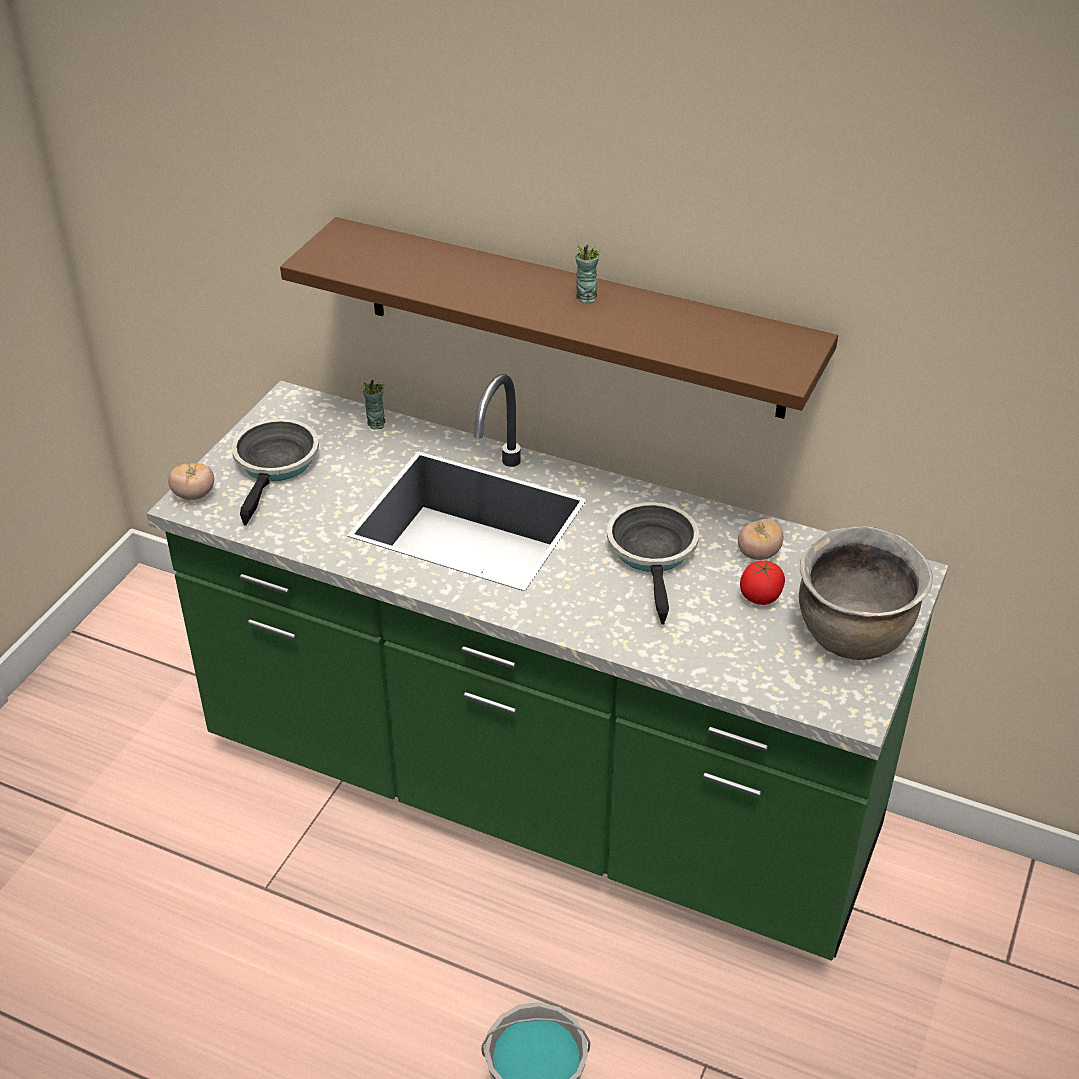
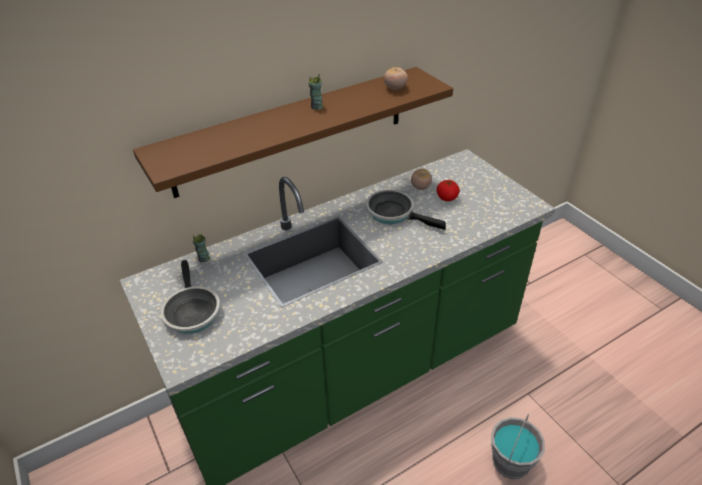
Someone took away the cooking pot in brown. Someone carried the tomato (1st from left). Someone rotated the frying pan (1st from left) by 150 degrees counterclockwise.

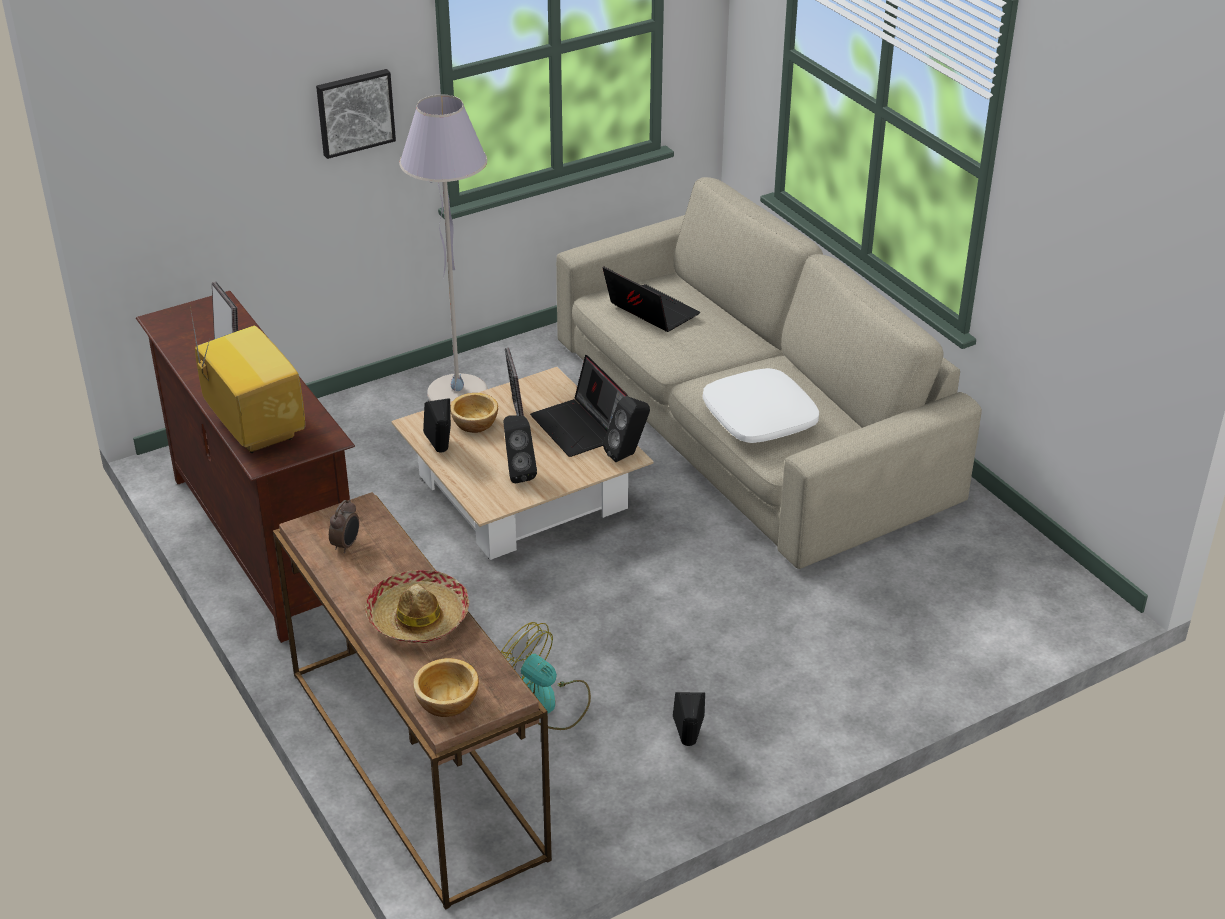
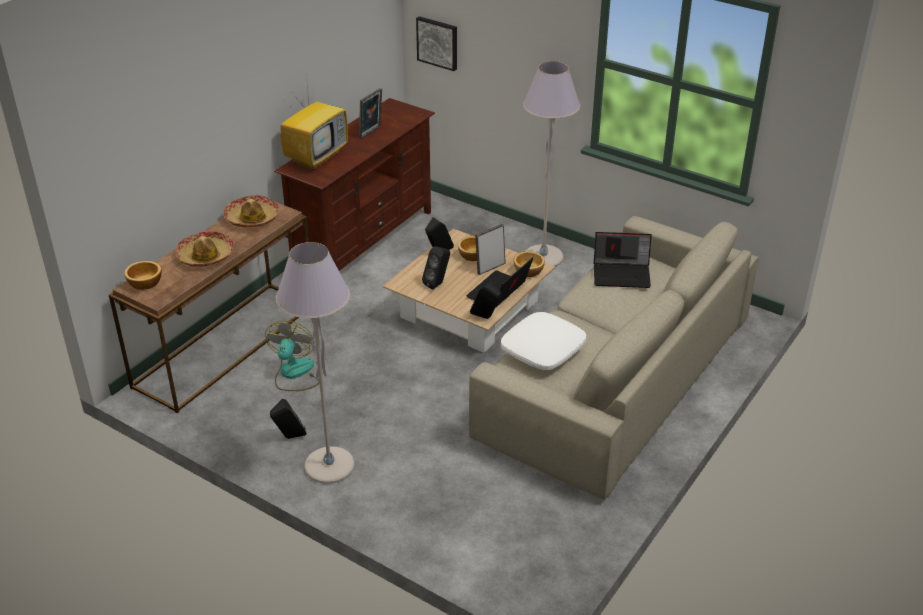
Someone put down the floor lamp in grey (1st from left). Someone put down the bowl (3rd from left). Someone carried the picture. Someone swapped the alarm clock for the hat (2nd from left). Someone rotated the laptop (2nd from left) by 75 degrees clockwise.

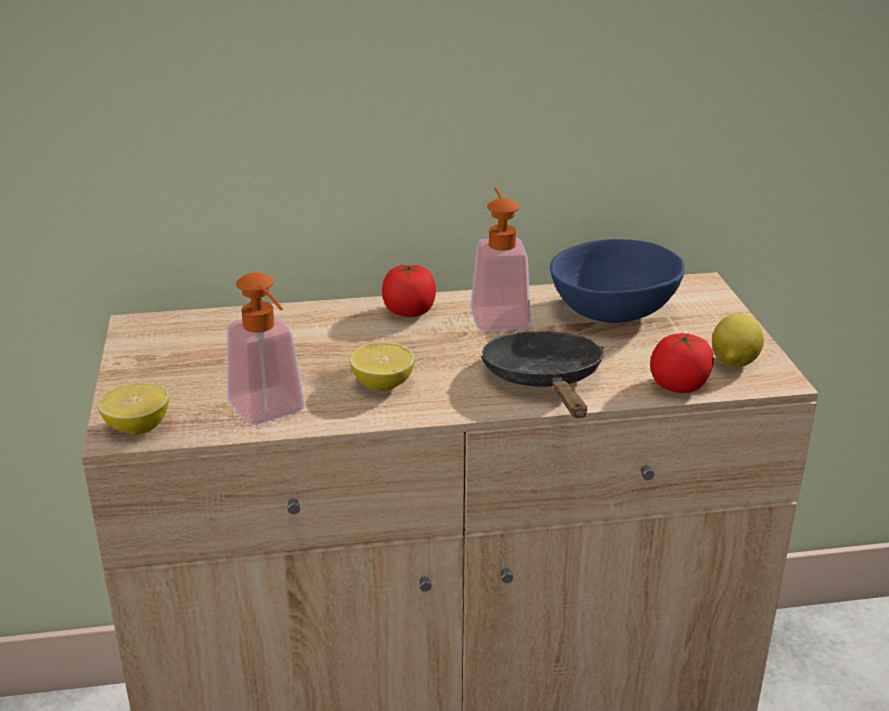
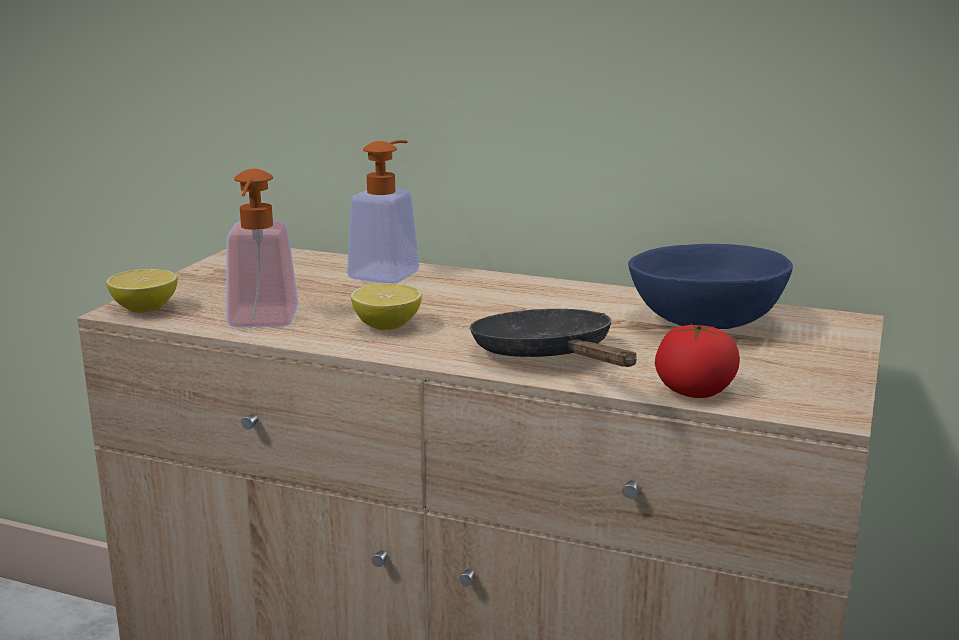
Someone took away the tomato (1st from left). Someone took away the lemon (3rd from left). Someone carried the soap dispenser (2nd from left). Someone rotated the frying pan in black by 45 degrees counterclockwise.

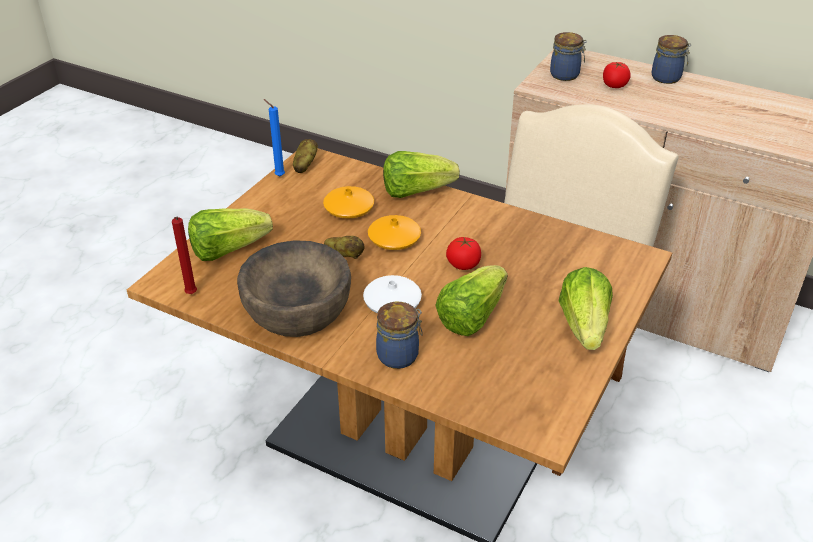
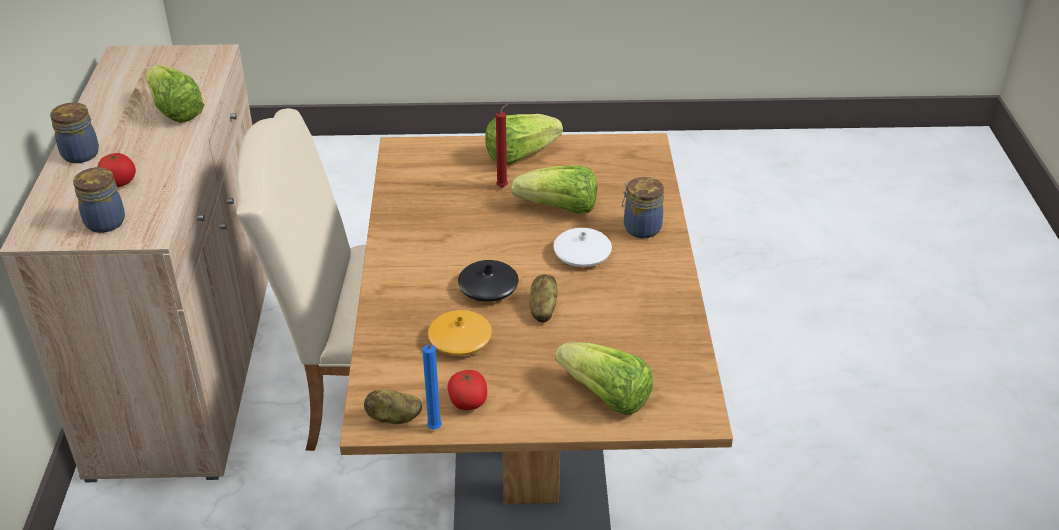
Someone took away the bowl in brown. Someone carried the candle in red. Someone carried the lettuce (2nd from left in the first image). Someone carried the tomato (1st from left in the first image). Someone repainted the vase in orange (2nd from left), which became the vase in black.

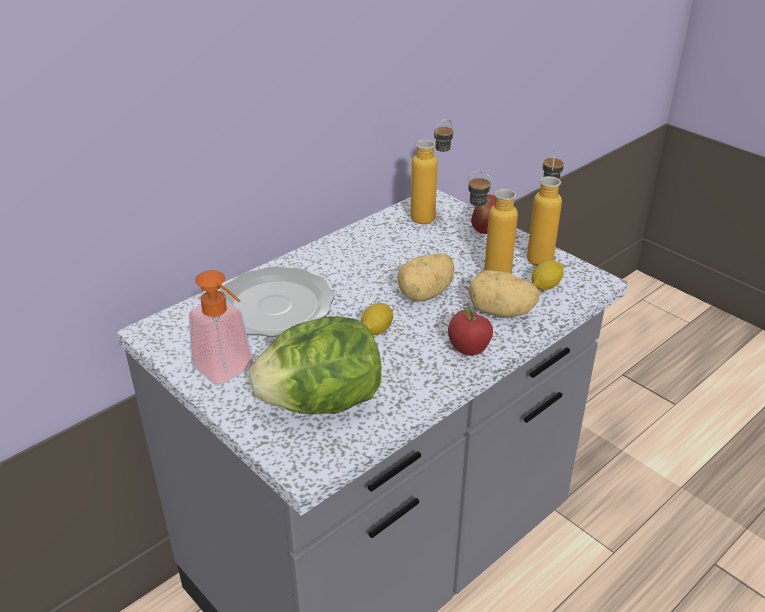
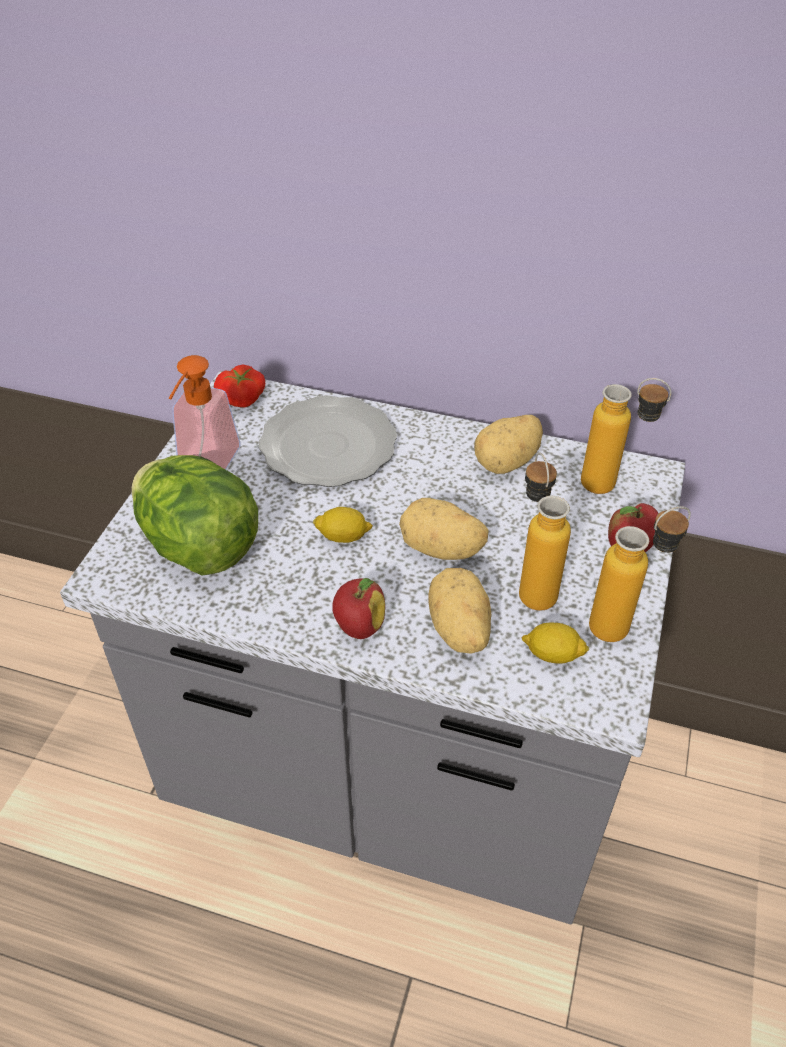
Someone put down the tomato. Someone put down the potato (3rd from left).

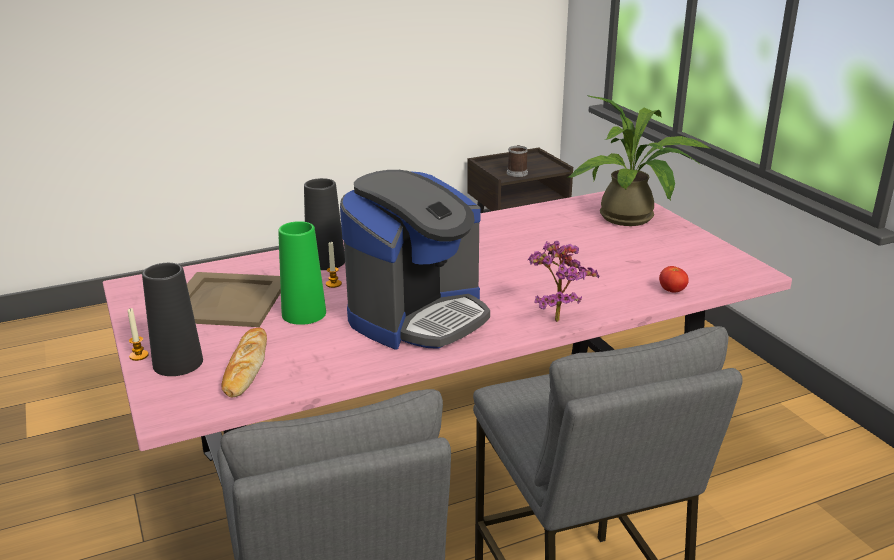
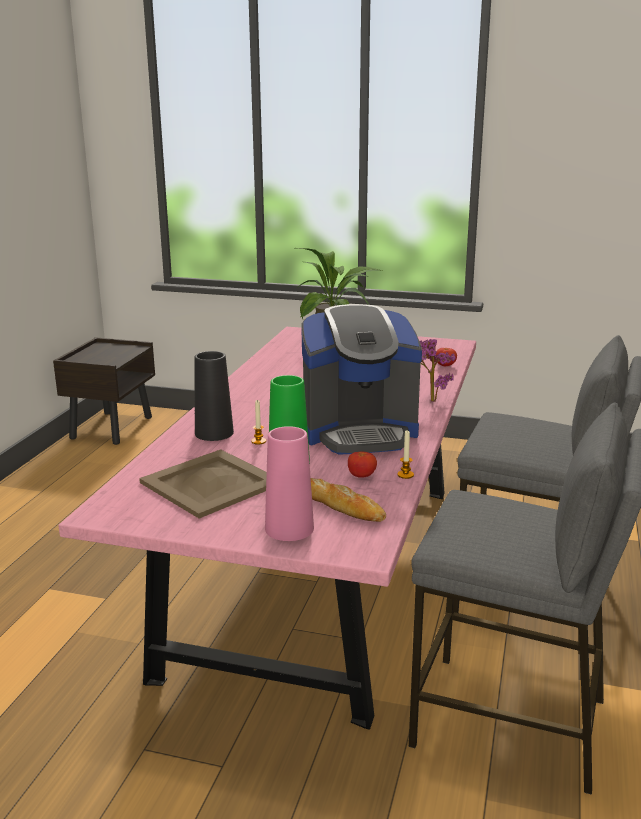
Someone took away the mug. Someone put down the tomato (1st from left). Someone carried the candle (1st from left in the first image). Someone repainted the vase in black (1st from left), which became the vase in pink. Someone rotated the coffee machine by 90 degrees clockwise.

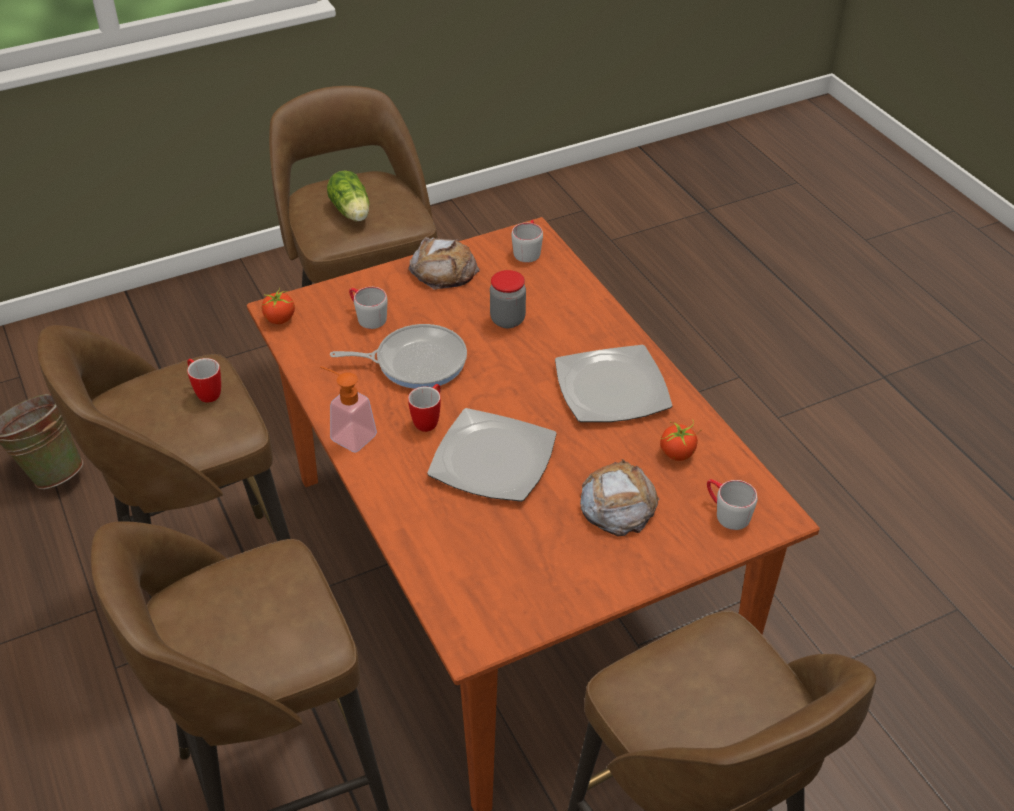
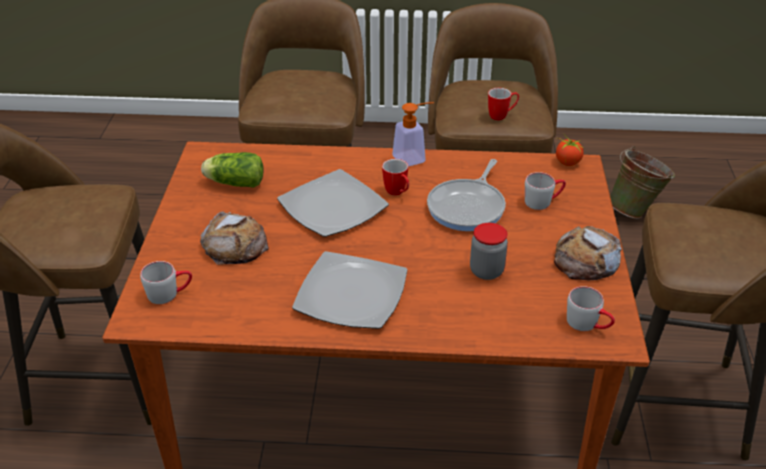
Someone took away the tomato (2nd from left). Someone carried the lettuce.

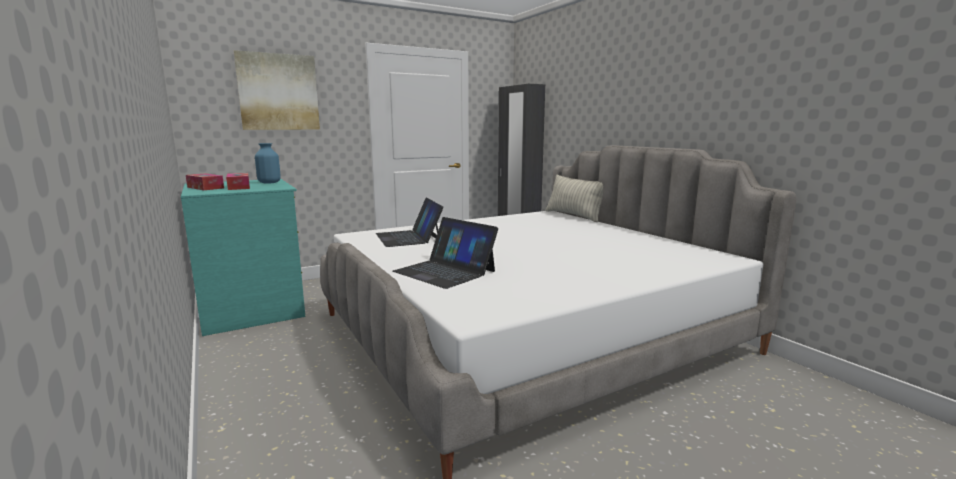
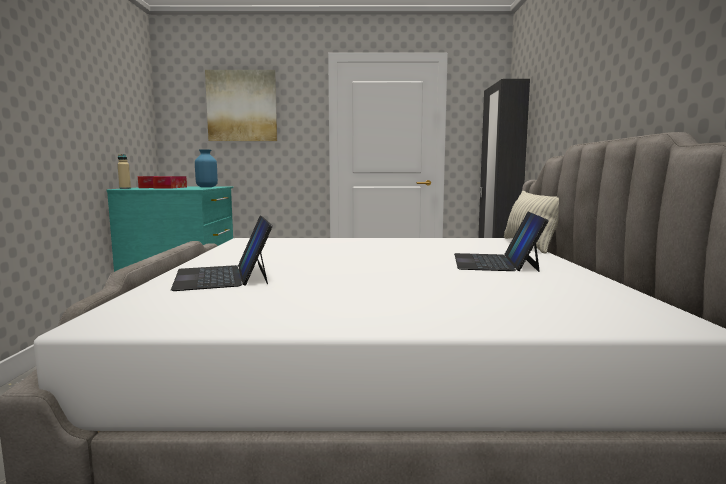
Someone put down the bottle in beige. Someone carried the laptop (1st from left in the first image).

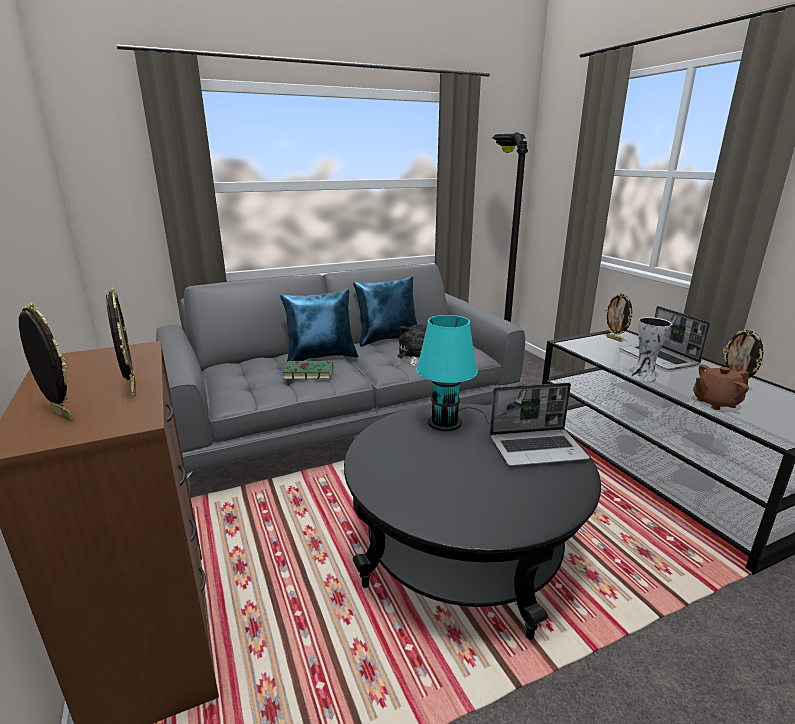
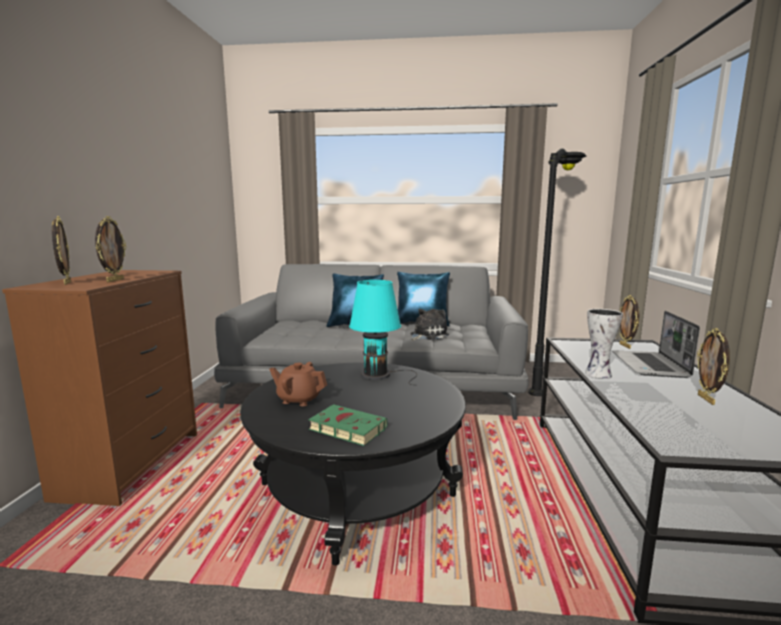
Someone took away the laptop (1st from left). Someone carried the book in green. Someone carried the teapot in brown.

